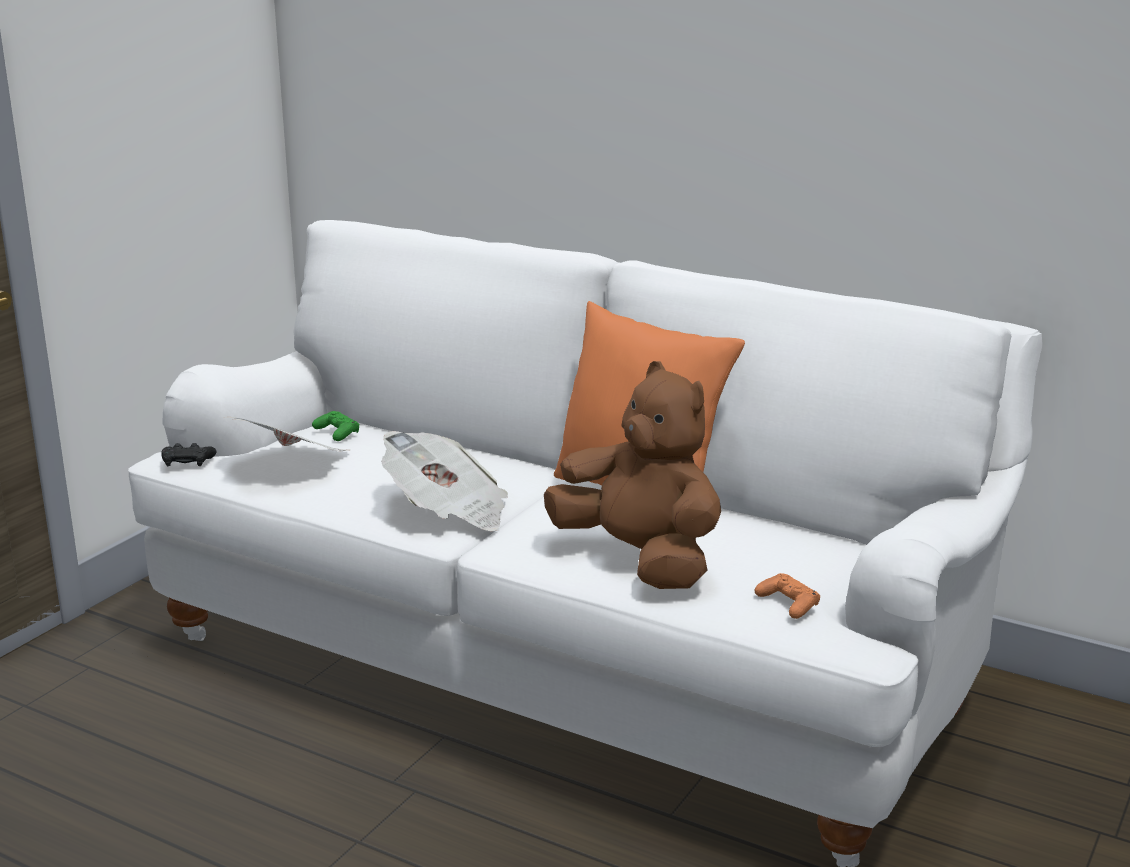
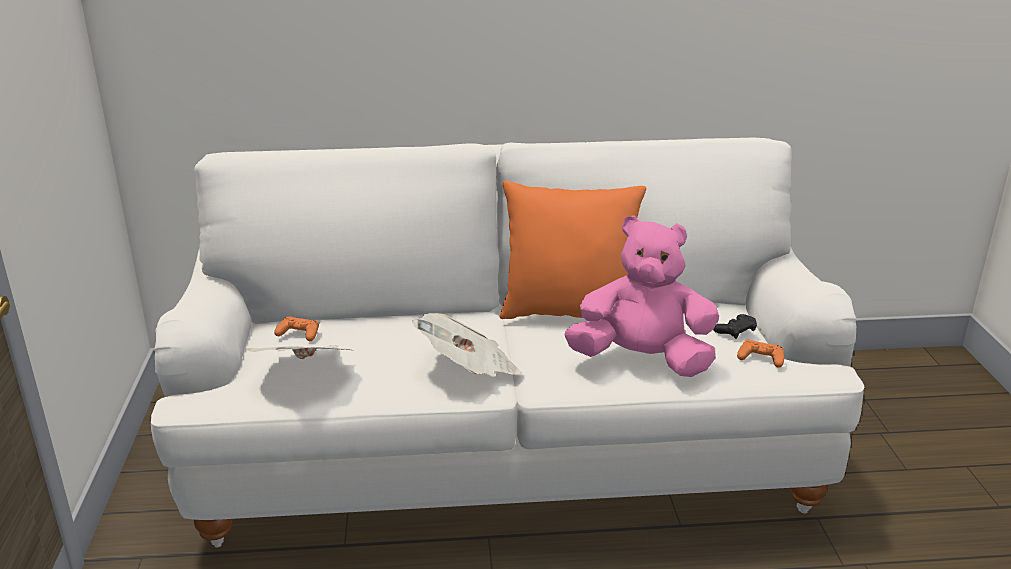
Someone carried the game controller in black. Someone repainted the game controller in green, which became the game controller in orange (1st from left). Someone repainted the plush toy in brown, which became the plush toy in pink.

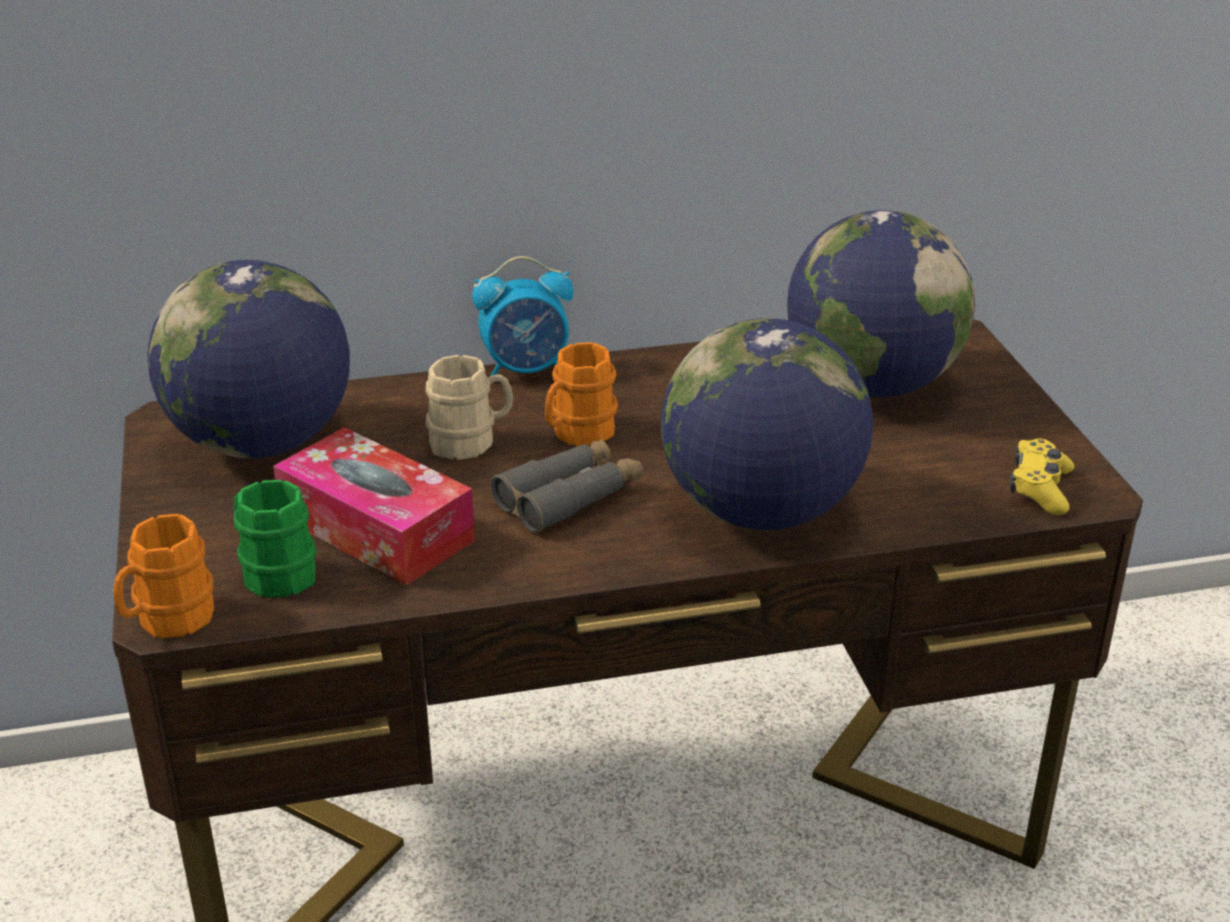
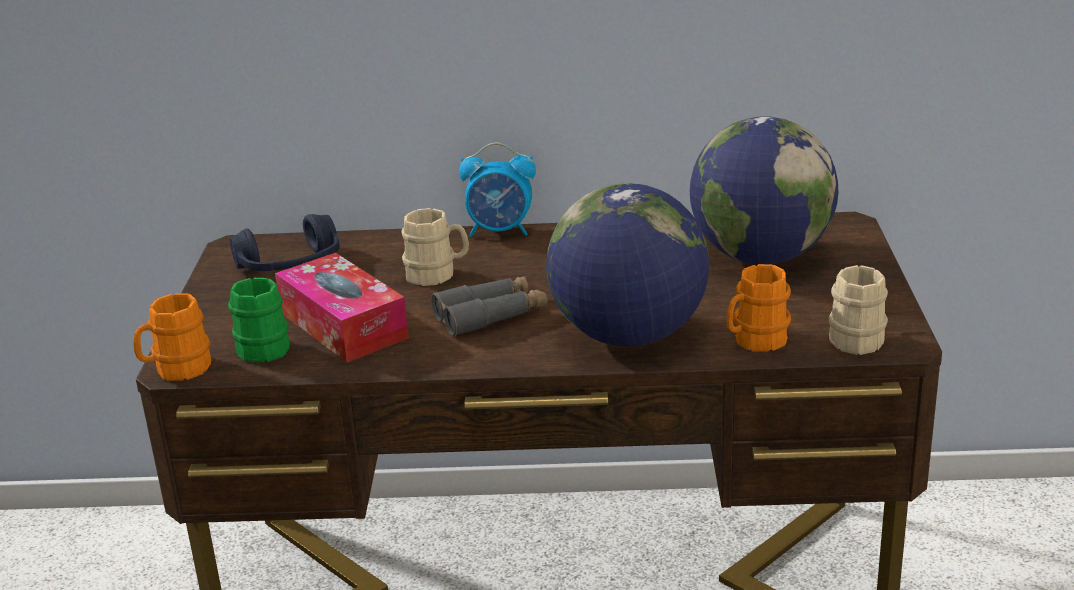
Someone carried the mug in orange (2nd from left). Someone swapped the globe (1st from left) for the headphones in blue. Someone swapped the game controller in yellow for the mug in beige (2nd from left).

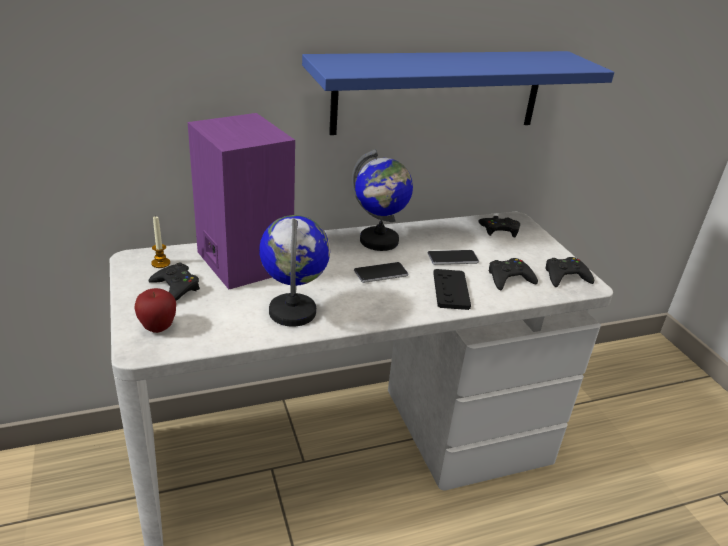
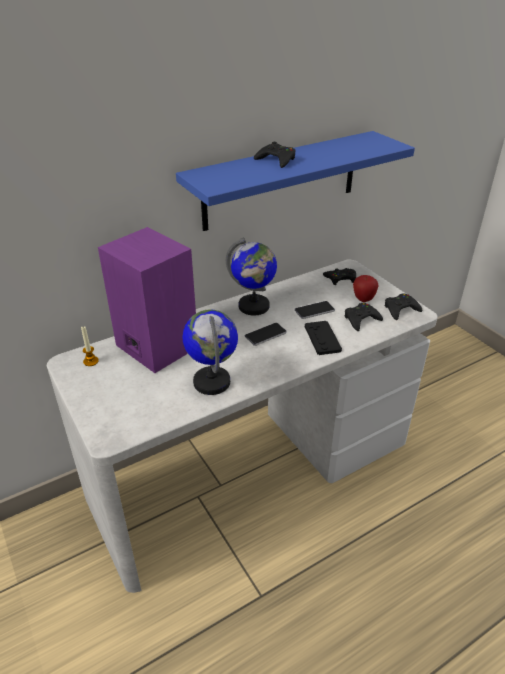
Someone carried the apple. Someone carried the game controller in black (1st from left).

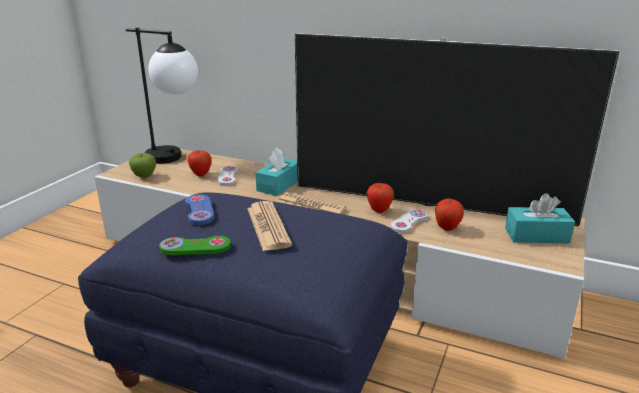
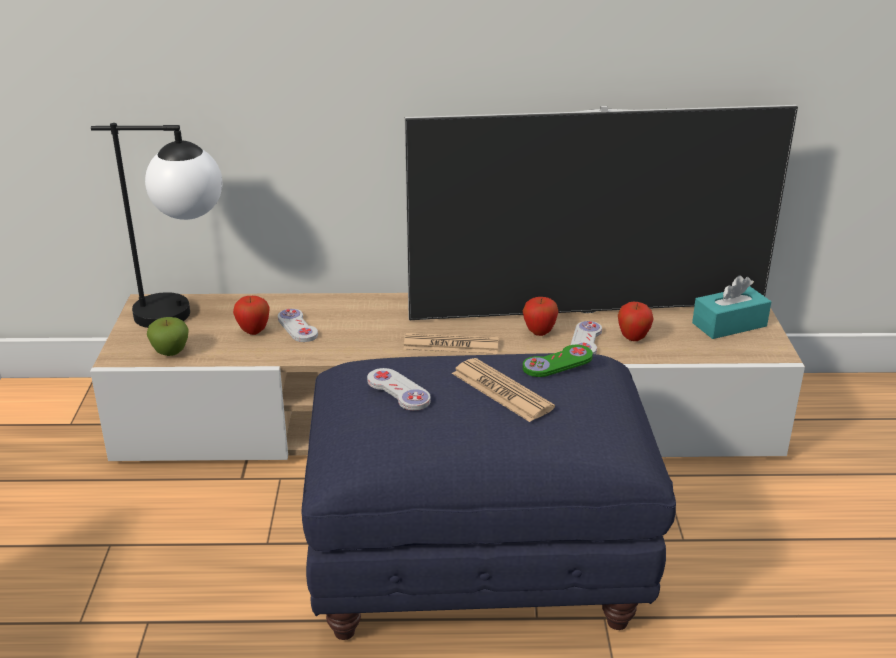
Someone took away the tissue box in turquoise (1st from left). Someone carried the game controller in green. Someone repainted the game controller in blue, which became the game controller in white (2nd from left).

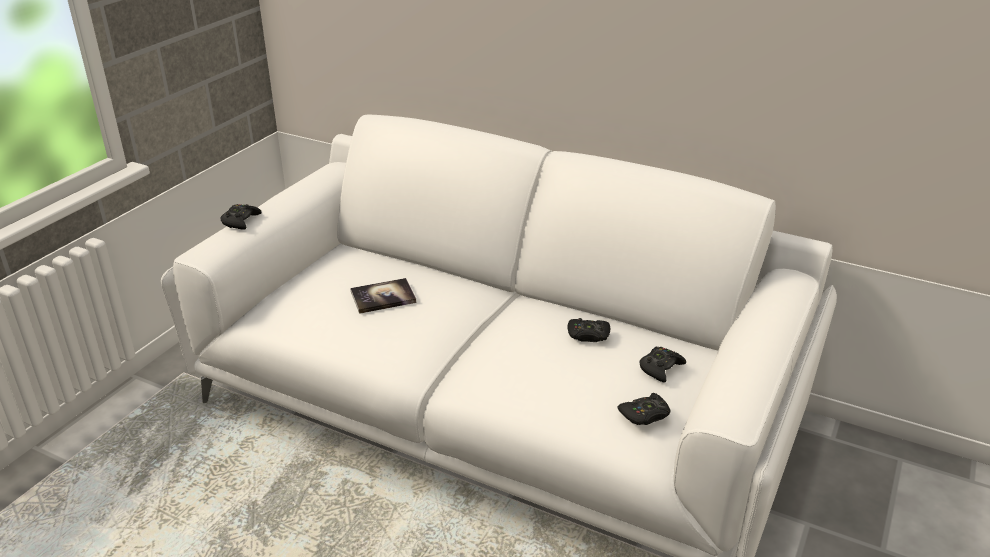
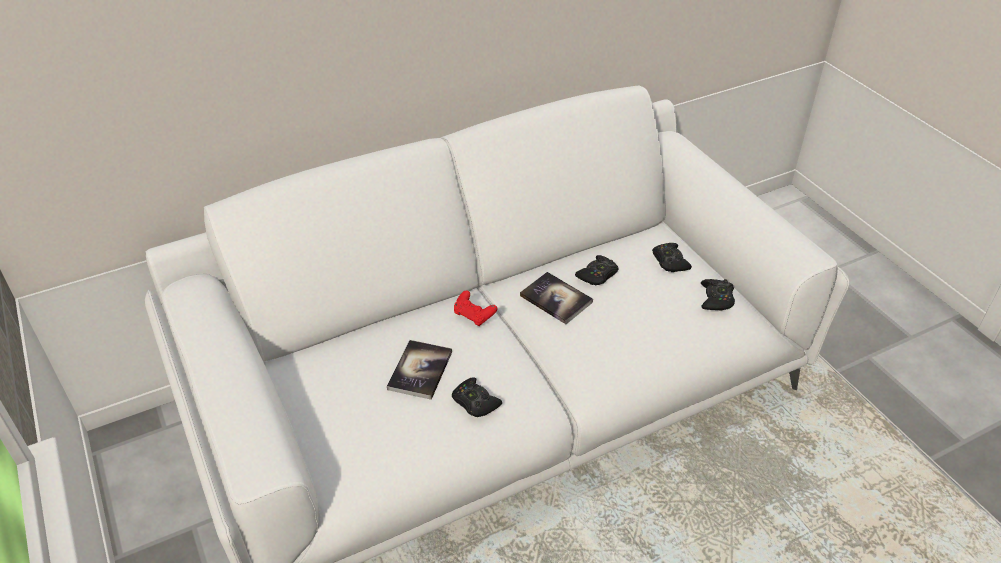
Someone put down the game controller in red. Someone put down the book (2nd from left). Someone carried the game controller in black (1st from left).

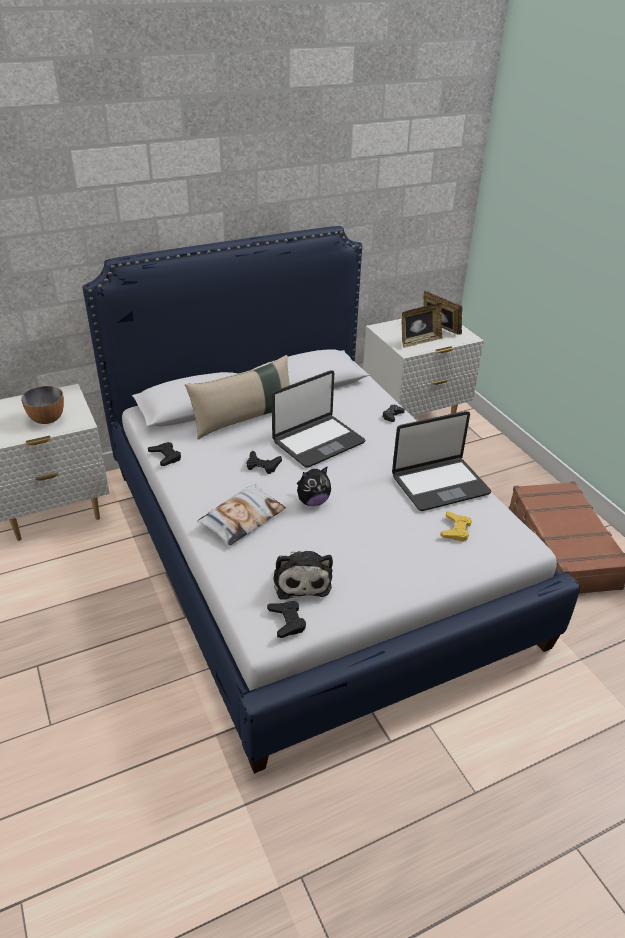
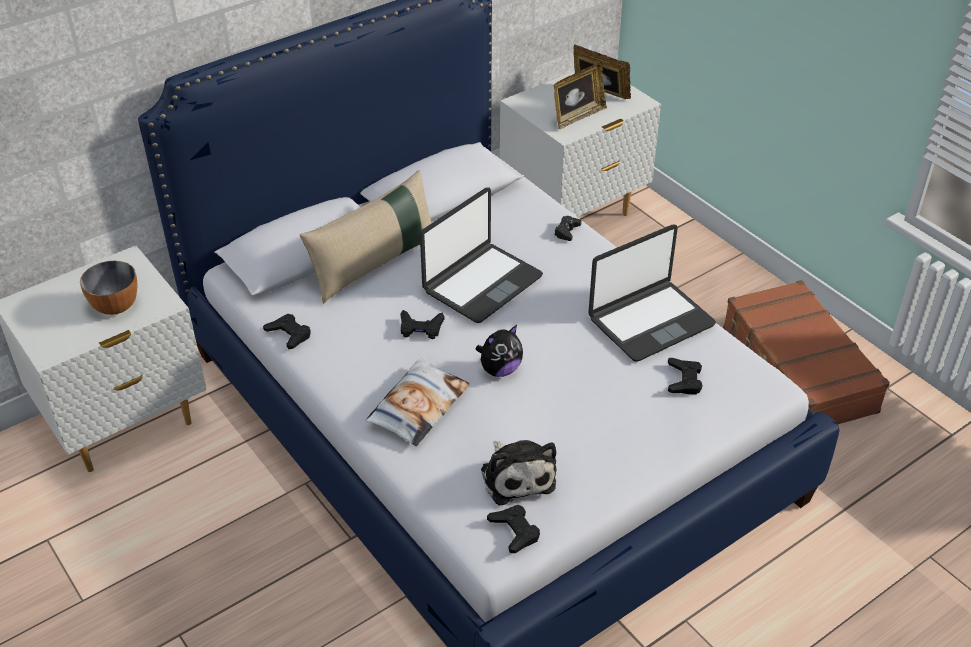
Someone repainted the game controller in yellow, which became the game controller in black (5th from left).

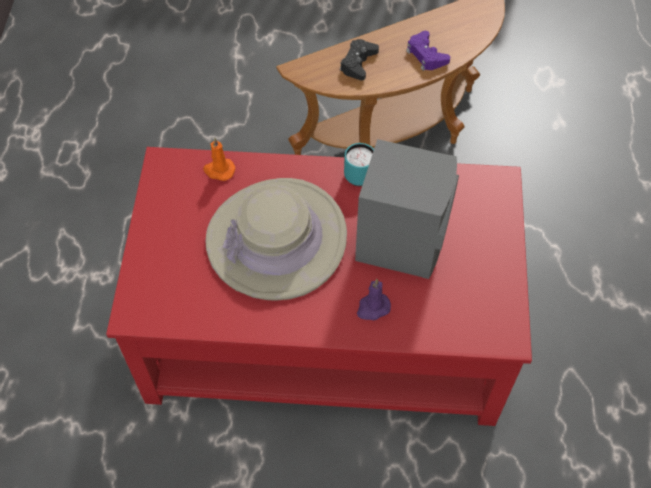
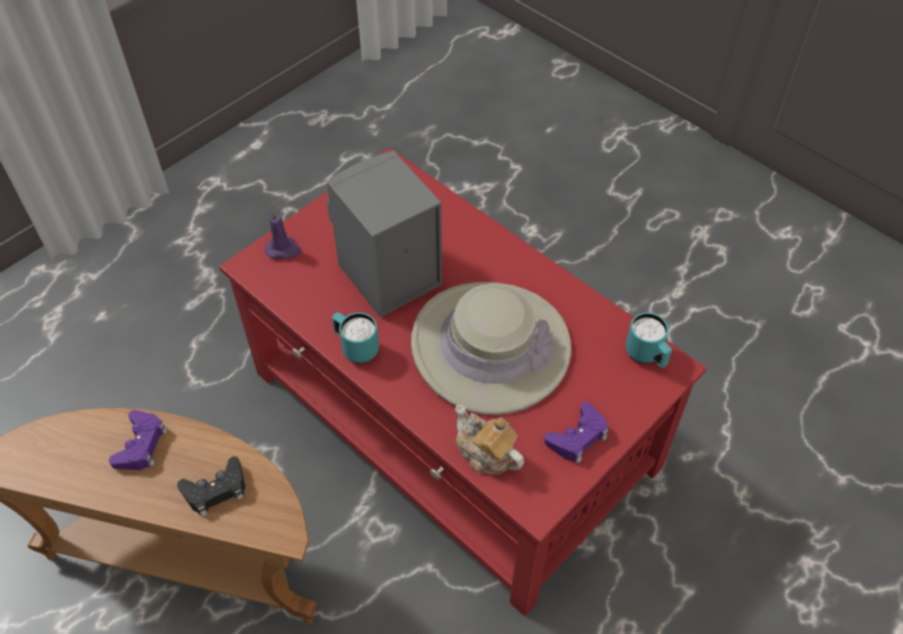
Someone put down the game controller in purple (2nd from left). Someone put down the mug in turquoise (2nd from left). Someone carried the candle in purple. Someone swapped the candle in orange for the teapot.

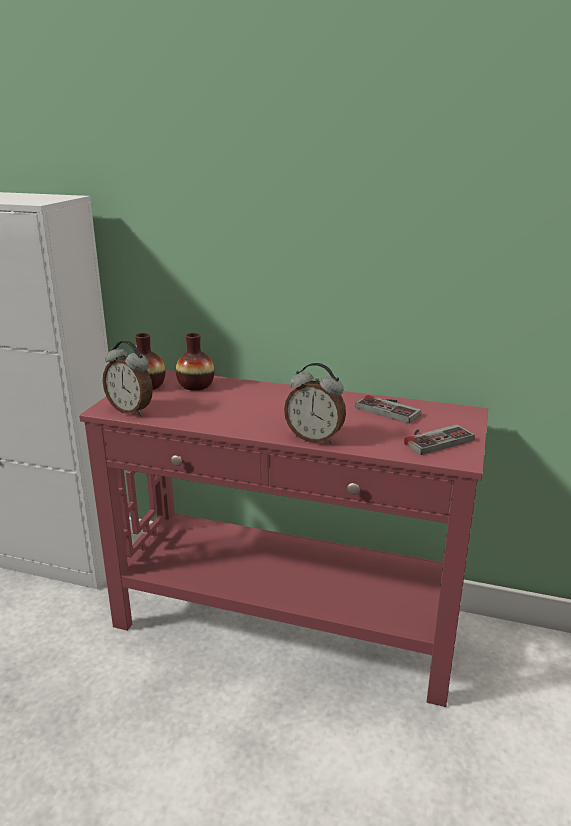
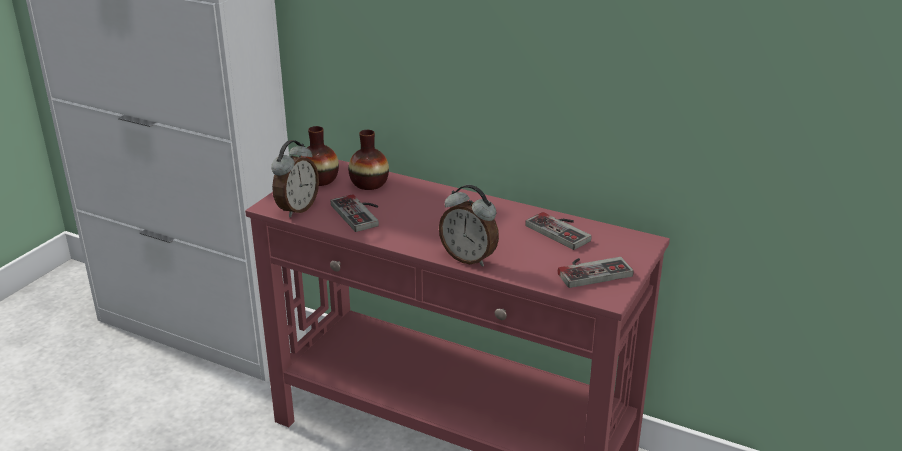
Someone put down the game controller (1st from left). Someone rotated the alarm clock (1st from left) by 105 degrees counterclockwise.

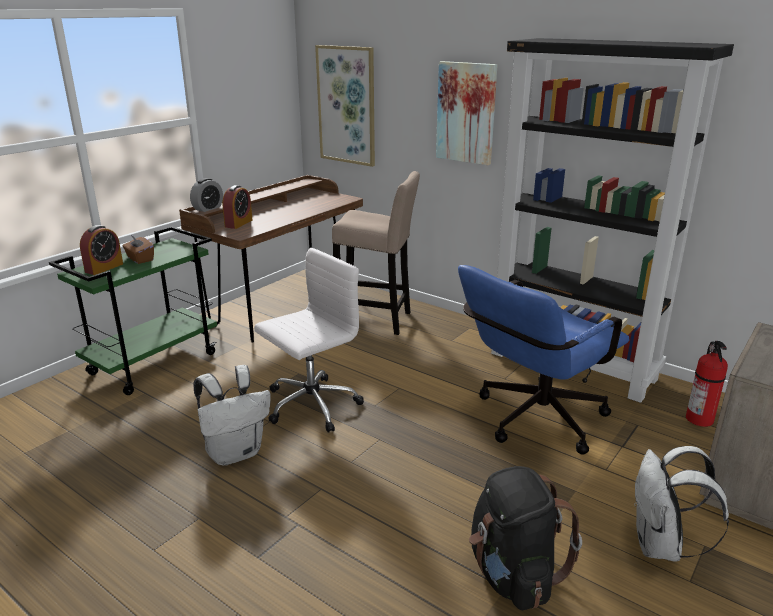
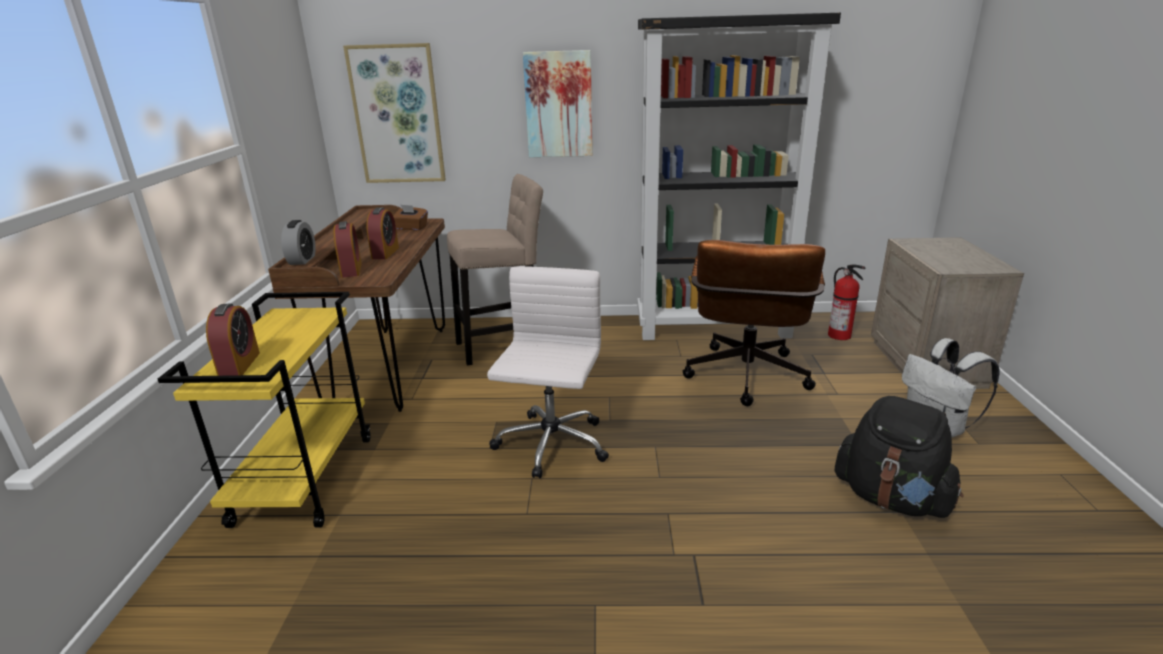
Someone took away the backpack in white (1st from left). Someone put down the alarm clock (4th from left). Someone carried the tissue box in brown. Someone repainted the cart in green, which became the cart in yellow. Someone repainted the office chair in blue, which became the office chair in brown.

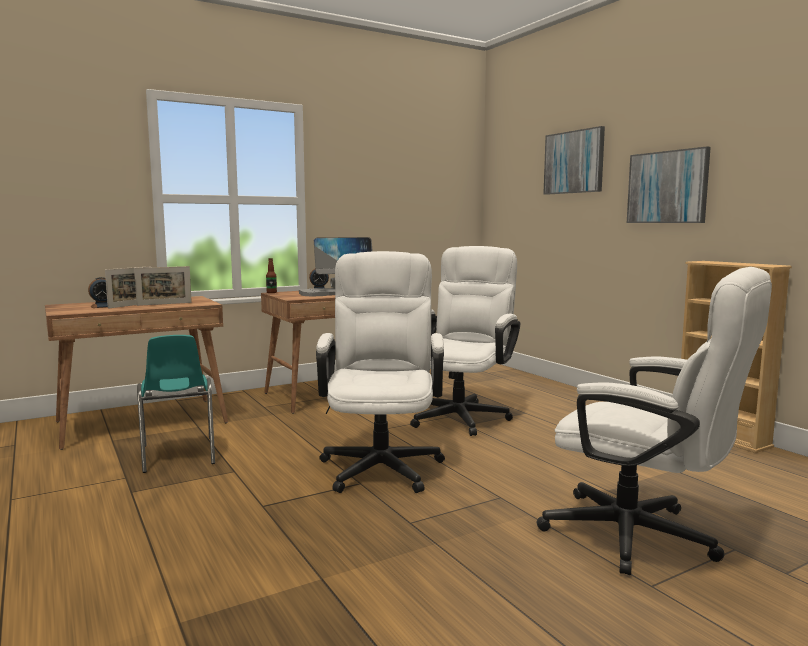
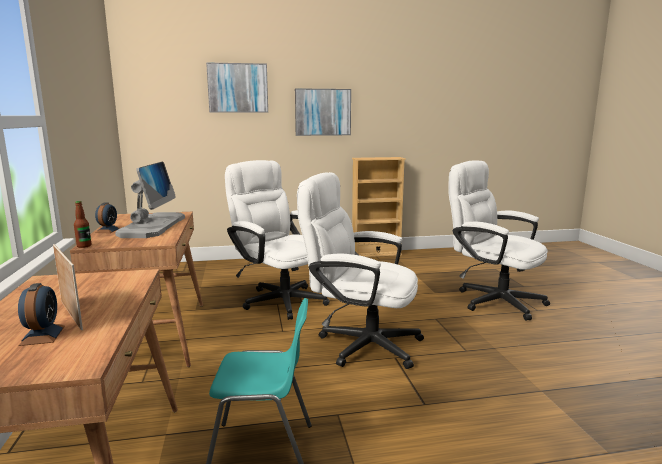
Someone took away the picture frame (2nd from left). Someone rotated the office chair in white (3rd from left) by 105 degrees counterclockwise.

